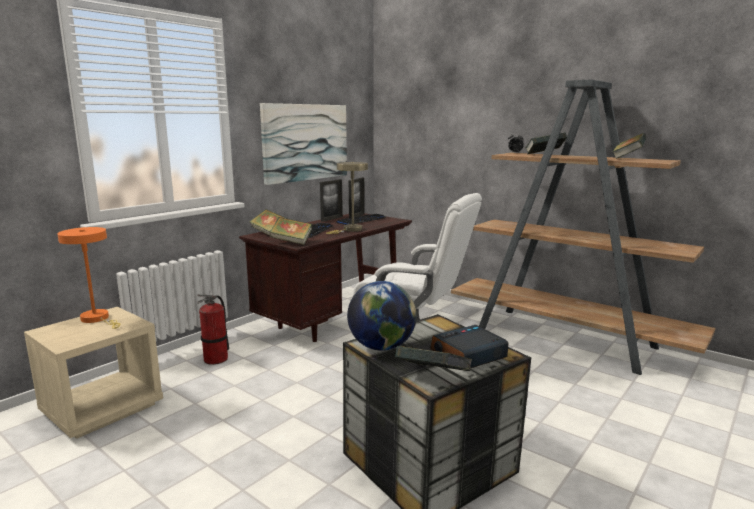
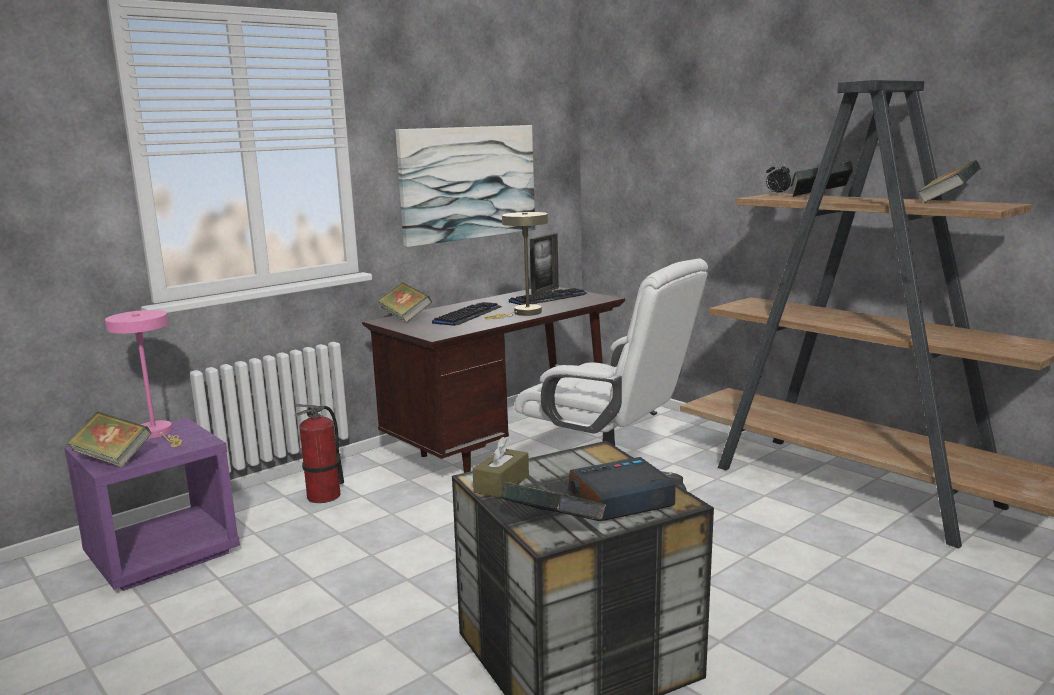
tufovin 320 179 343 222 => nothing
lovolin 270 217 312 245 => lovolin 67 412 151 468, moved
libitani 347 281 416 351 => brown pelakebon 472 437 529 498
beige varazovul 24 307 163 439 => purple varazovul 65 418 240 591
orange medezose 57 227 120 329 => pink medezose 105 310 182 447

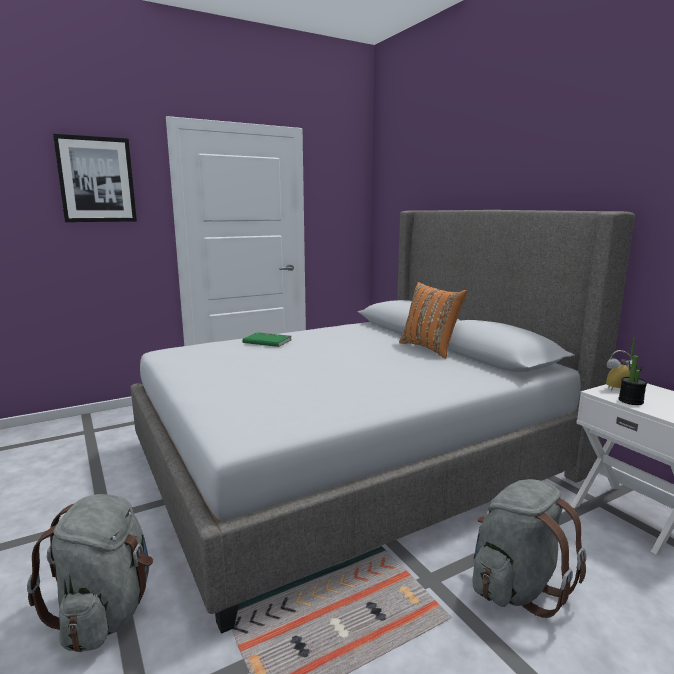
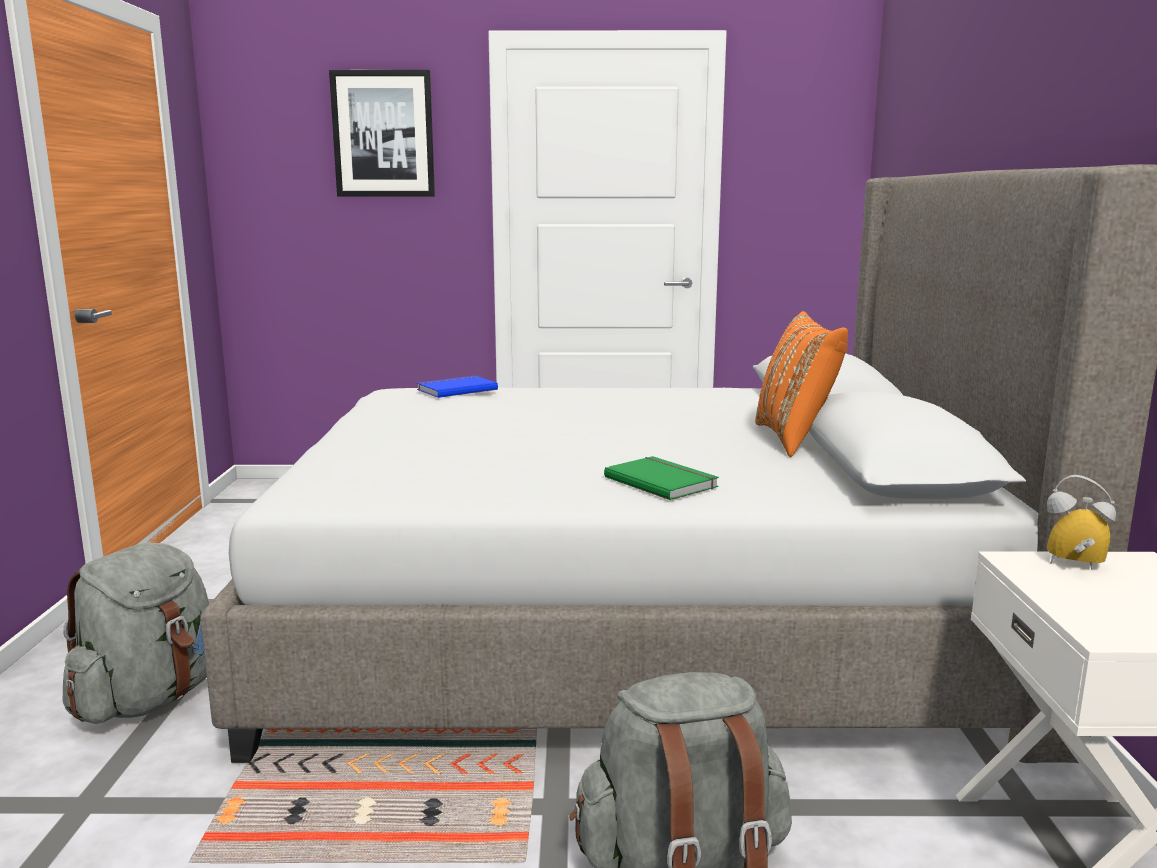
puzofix 619 338 647 405 => nothing
nothing => blue lovolin 417 376 498 398
green lovolin 243 332 292 347 => green lovolin 604 456 719 500, moved

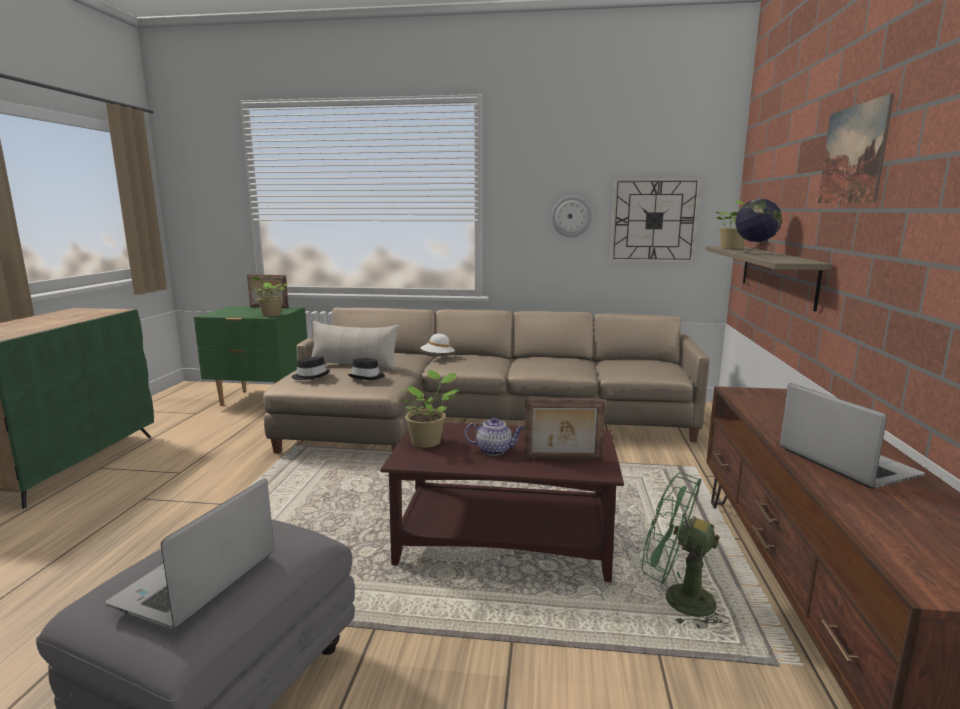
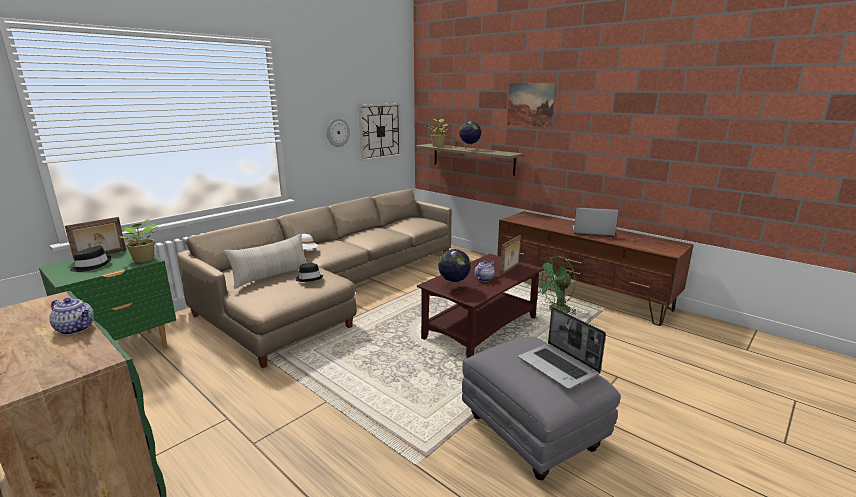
nothing => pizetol 49 298 94 335
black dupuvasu 292 356 330 380 => black dupuvasu 70 246 111 272, moved
puzofix 401 370 459 448 => libitani 438 249 471 292

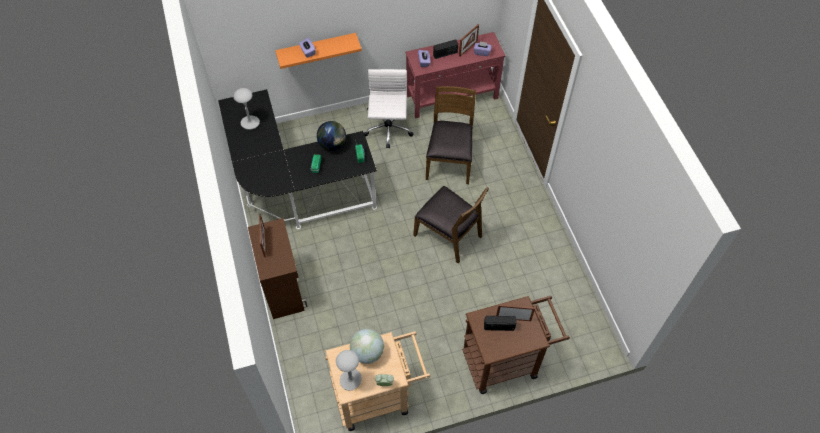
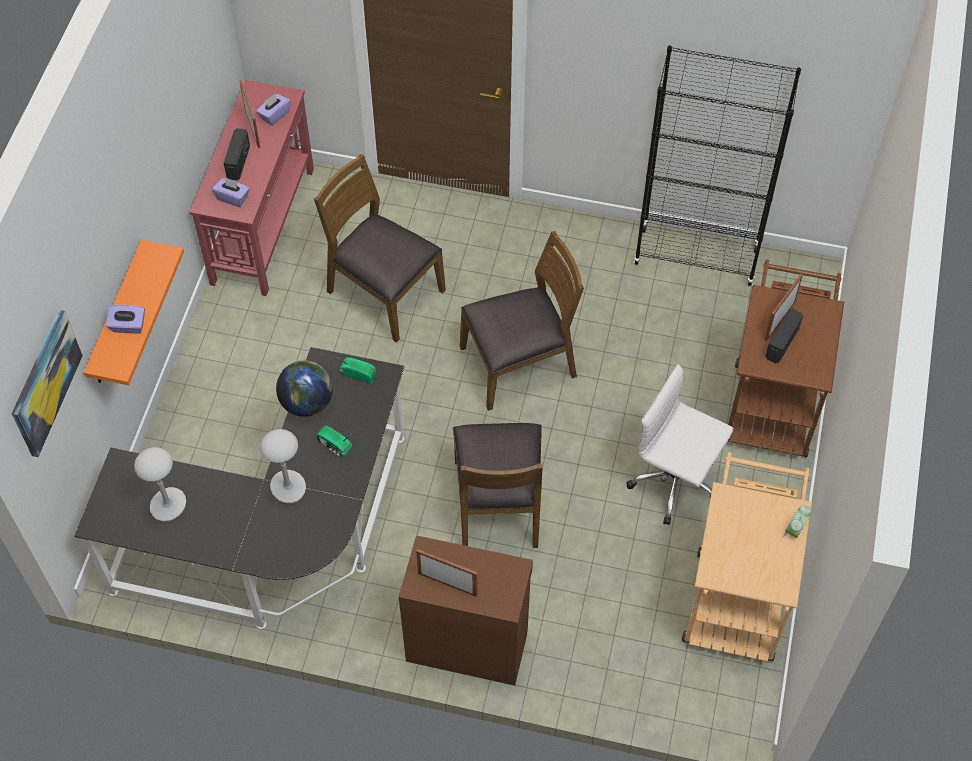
libitani 350 329 384 364 => nothing
nothing => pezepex 12 310 83 457
nothing => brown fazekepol 453 423 543 548
nothing => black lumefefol 633 46 801 286
grey medezose 336 350 362 391 => grey medezose 260 429 306 504, moved
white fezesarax 364 69 414 148 => white fezesarax 626 364 733 525, moved

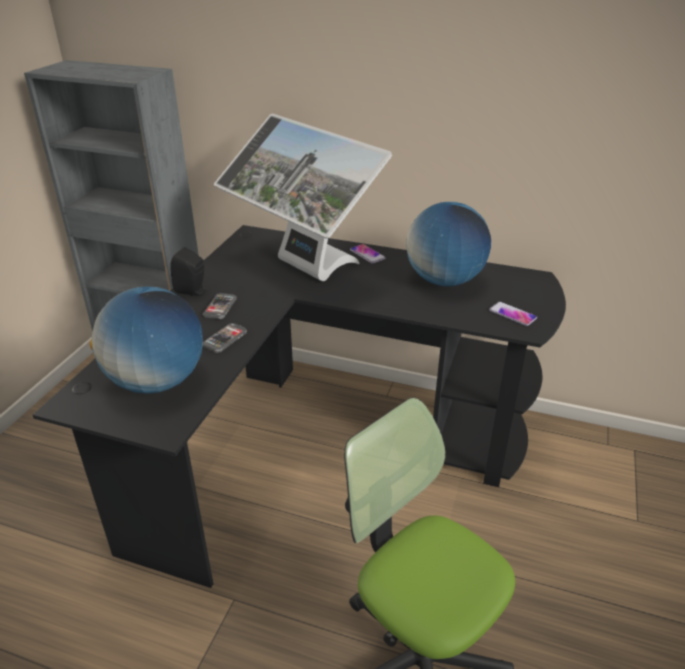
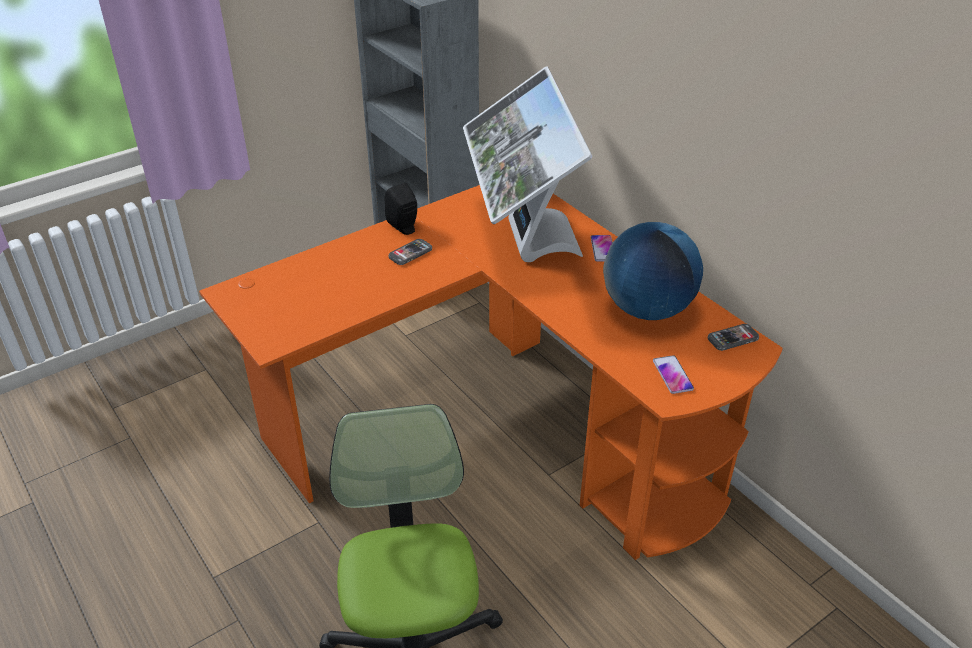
libitani 89 287 203 394 => nothing
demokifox 203 323 247 353 => demokifox 708 324 759 351, moved
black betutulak 33 225 566 588 => orange betutulak 199 185 783 560

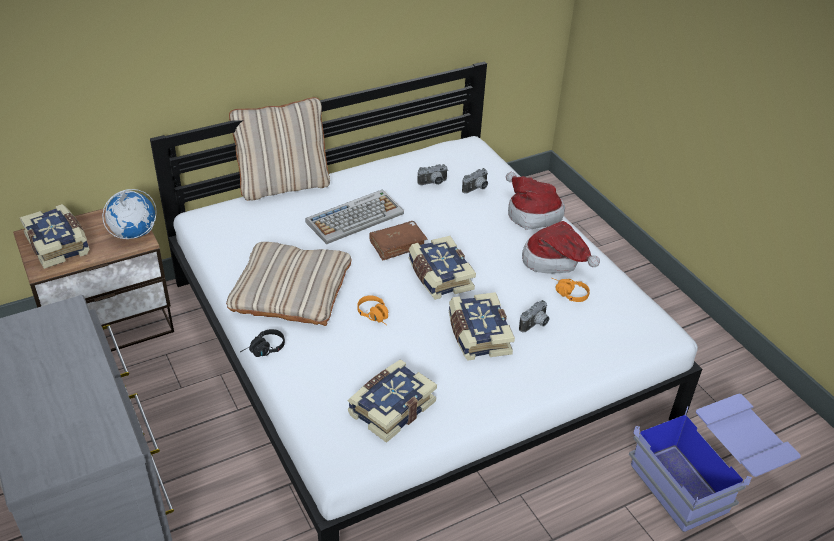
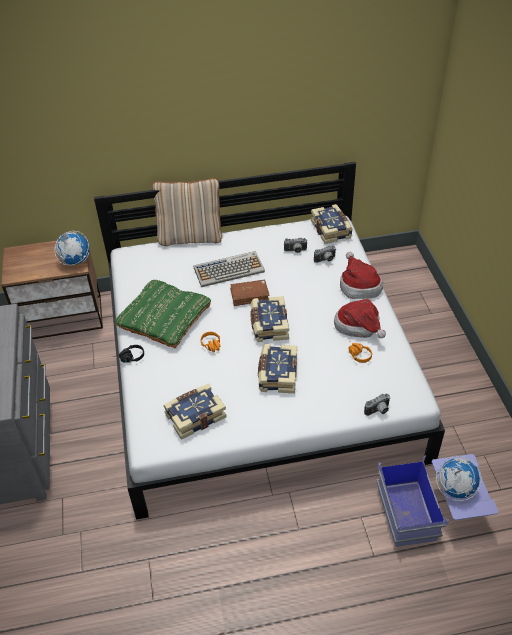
nothing => libitani 436 456 482 501
lovolin 20 204 89 269 => lovolin 311 204 353 244, moved
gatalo 519 300 549 333 => gatalo 364 394 390 416, moved
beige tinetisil 226 242 352 326 => green tinetisil 115 280 211 349

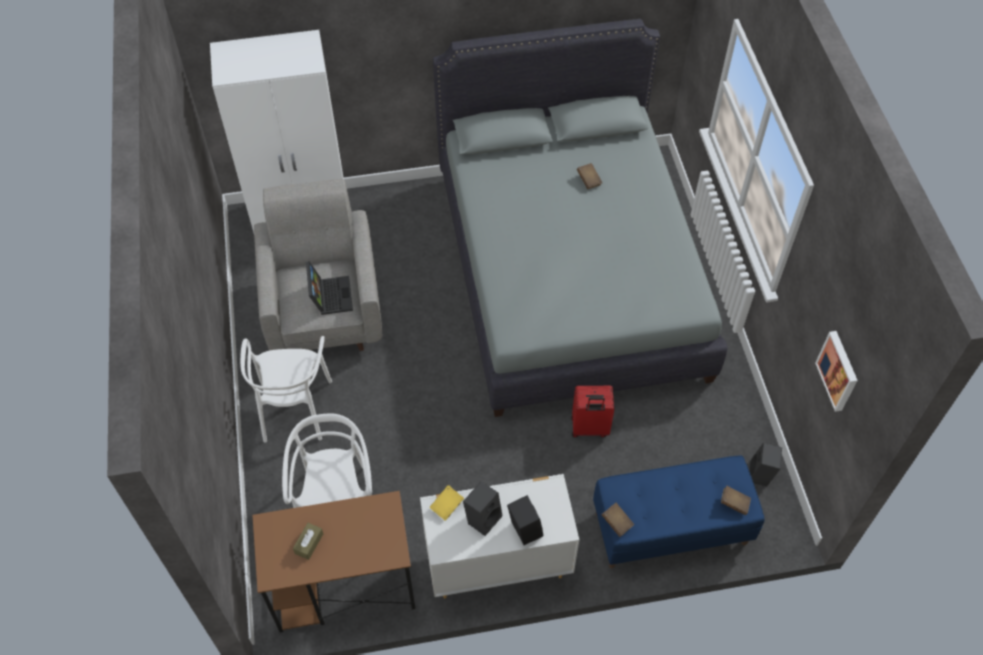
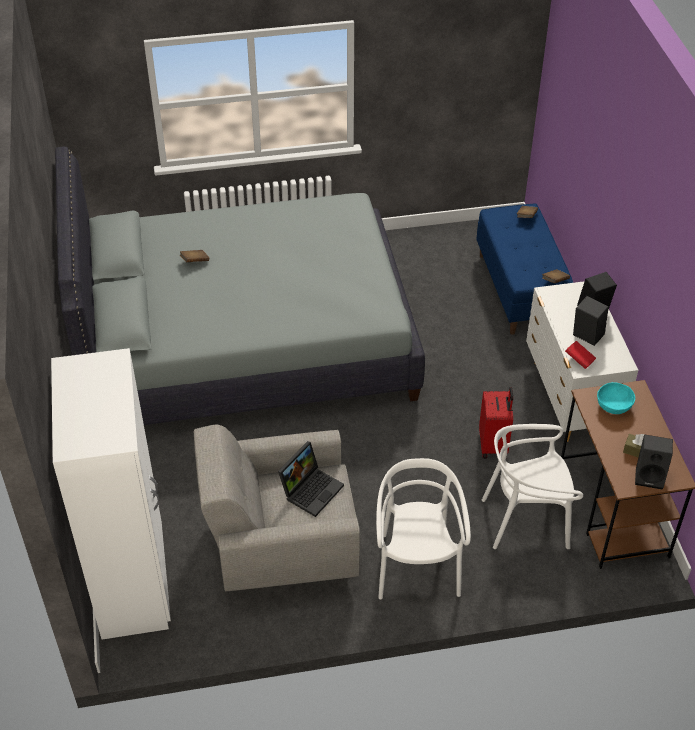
pezepex 815 331 858 412 => nothing
nothing => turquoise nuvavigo 597 382 635 414
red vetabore 571 386 614 437 => red vetabore 479 387 513 459, moved
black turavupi 749 443 782 486 => black turavupi 635 434 673 489, moved
yellow lovolin 429 485 464 521 => red lovolin 565 341 596 369
white fazekepol 240 336 332 442 => white fazekepol 376 458 471 600, 90 degrees counterclockwise
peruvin 306 261 353 315 => peruvin 278 441 344 517, 135 degrees clockwise

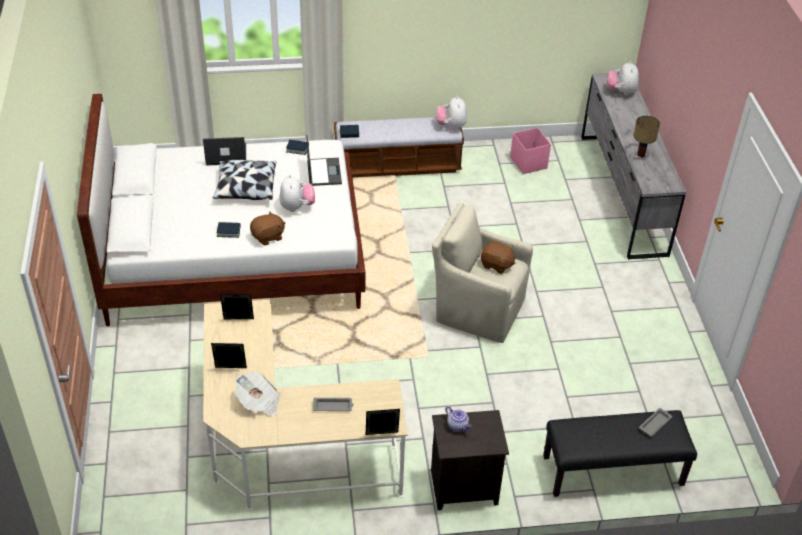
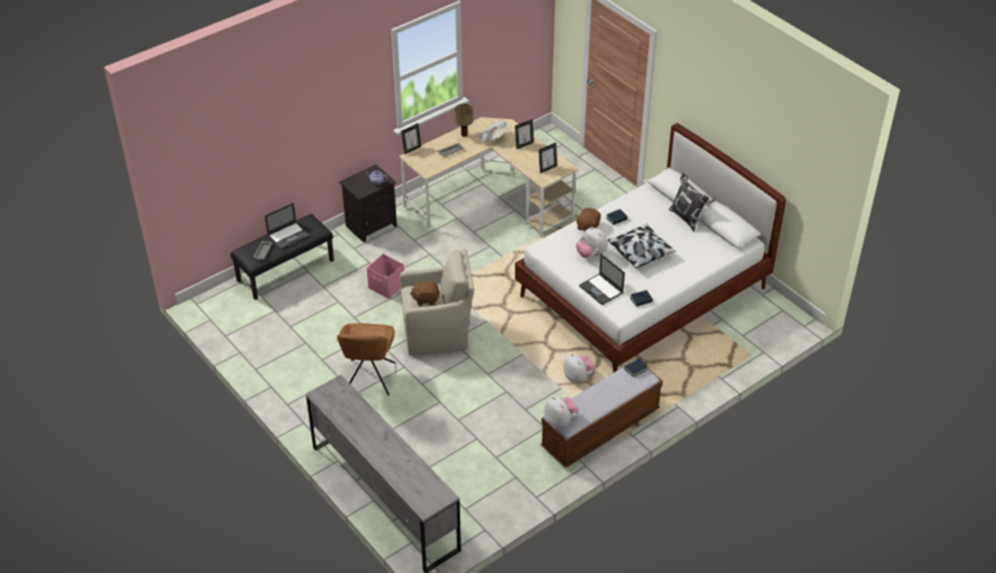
nothing => brown fazekepol 337 323 396 396
nothing => tinetisil 669 173 709 232
peruvin 203 137 246 166 => peruvin 265 202 309 250, moved
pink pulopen 510 128 551 174 => pink pulopen 367 254 404 299, moved
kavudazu 607 61 639 95 => kavudazu 563 354 595 383, moved
medezose 633 116 660 157 => medezose 455 104 473 137, moved

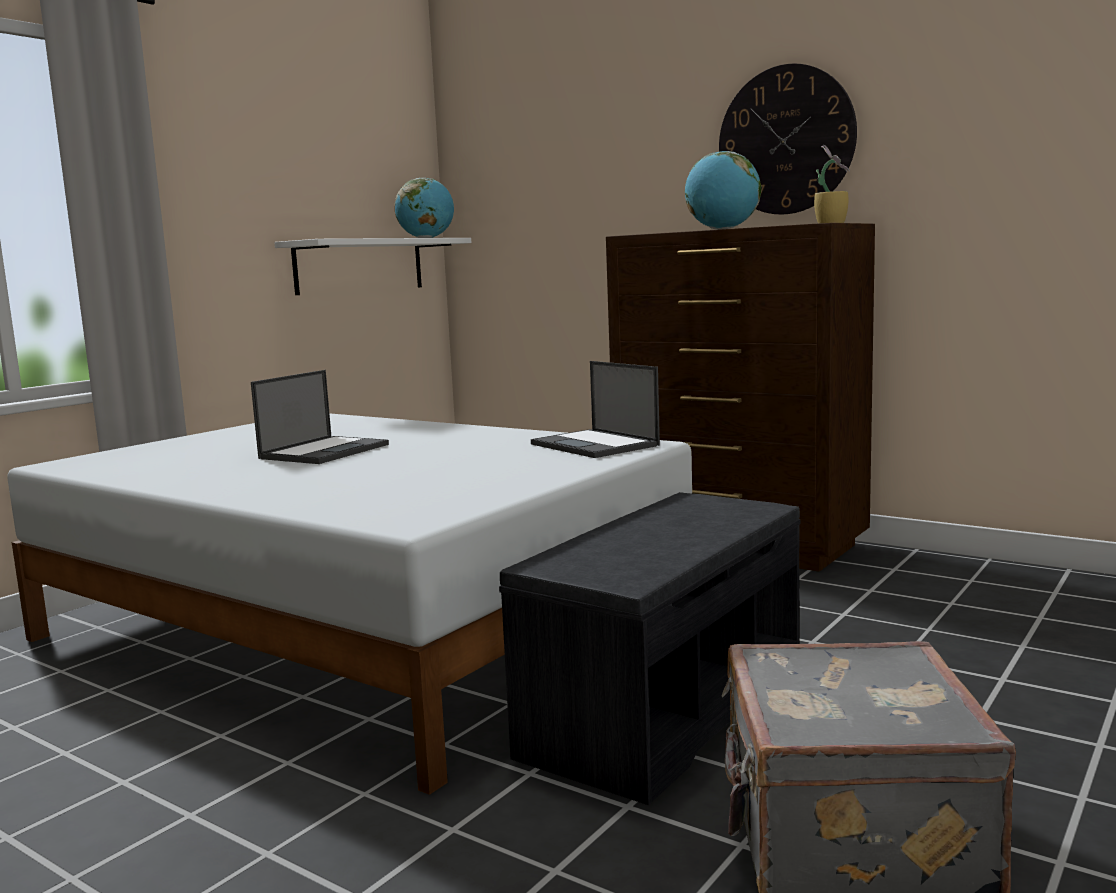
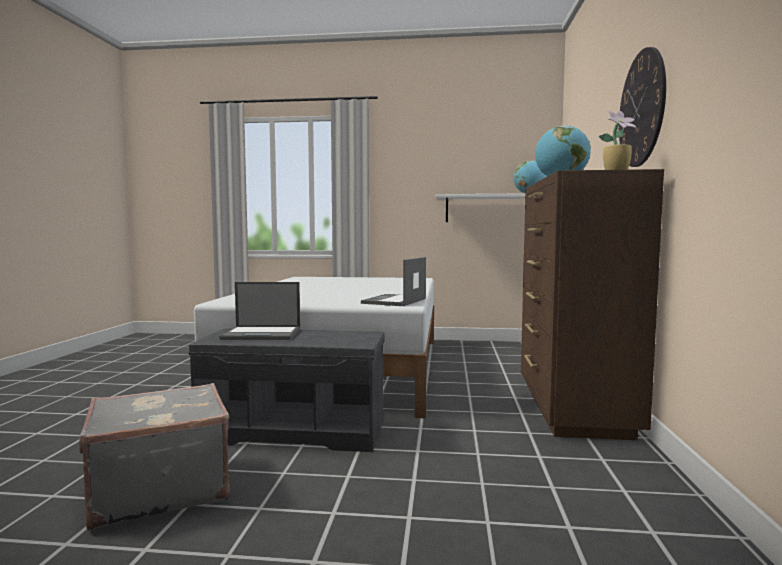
peruvin 251 370 389 464 => peruvin 219 282 300 340, moved

